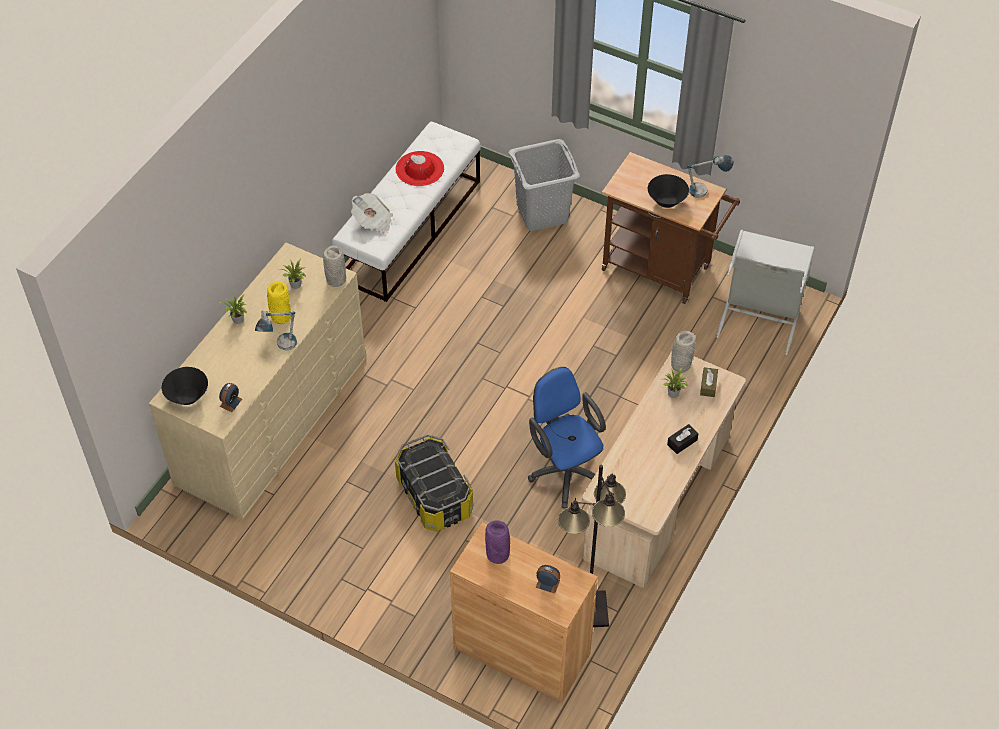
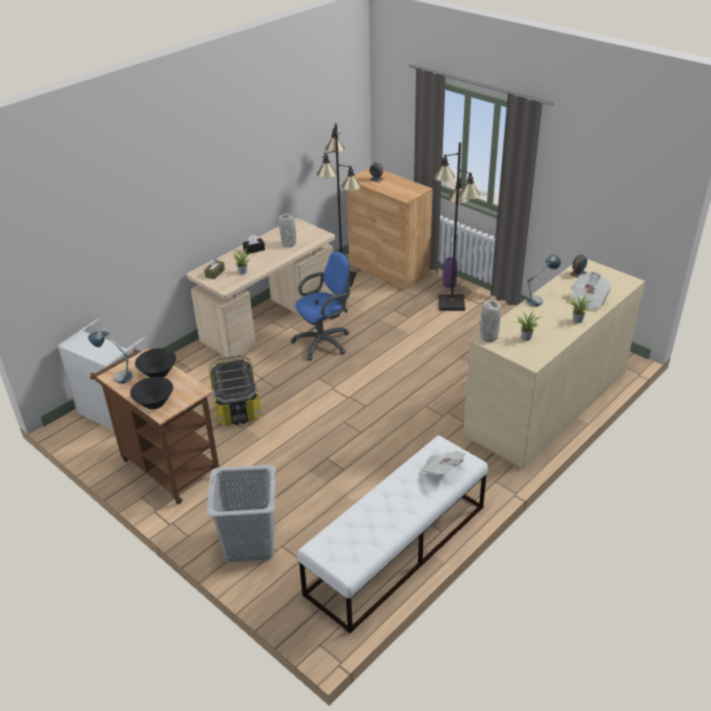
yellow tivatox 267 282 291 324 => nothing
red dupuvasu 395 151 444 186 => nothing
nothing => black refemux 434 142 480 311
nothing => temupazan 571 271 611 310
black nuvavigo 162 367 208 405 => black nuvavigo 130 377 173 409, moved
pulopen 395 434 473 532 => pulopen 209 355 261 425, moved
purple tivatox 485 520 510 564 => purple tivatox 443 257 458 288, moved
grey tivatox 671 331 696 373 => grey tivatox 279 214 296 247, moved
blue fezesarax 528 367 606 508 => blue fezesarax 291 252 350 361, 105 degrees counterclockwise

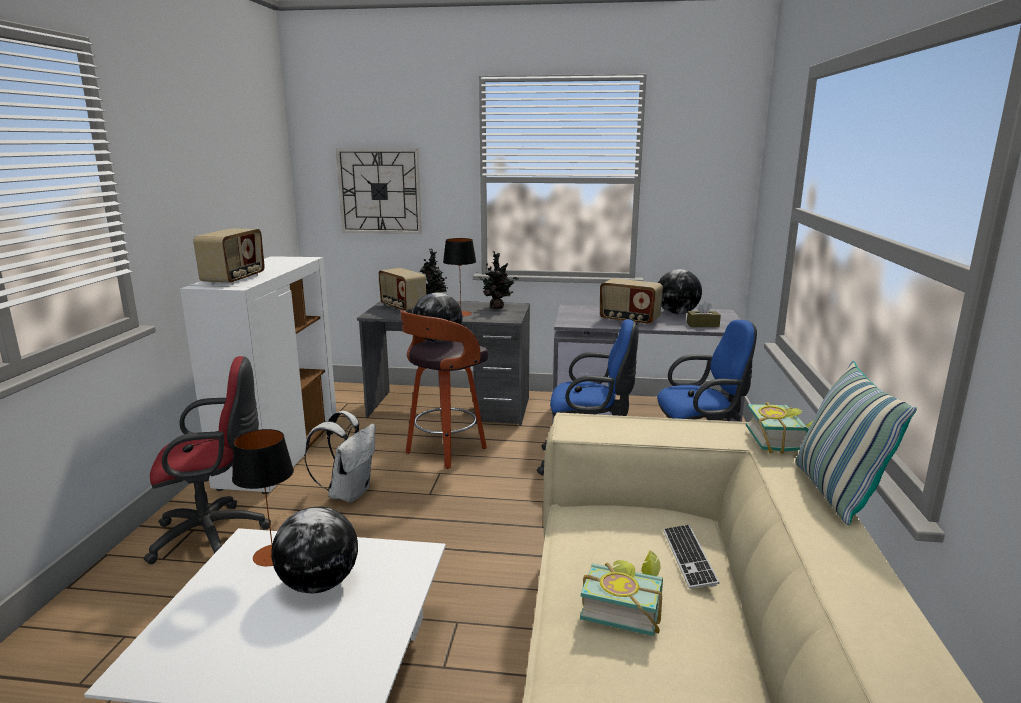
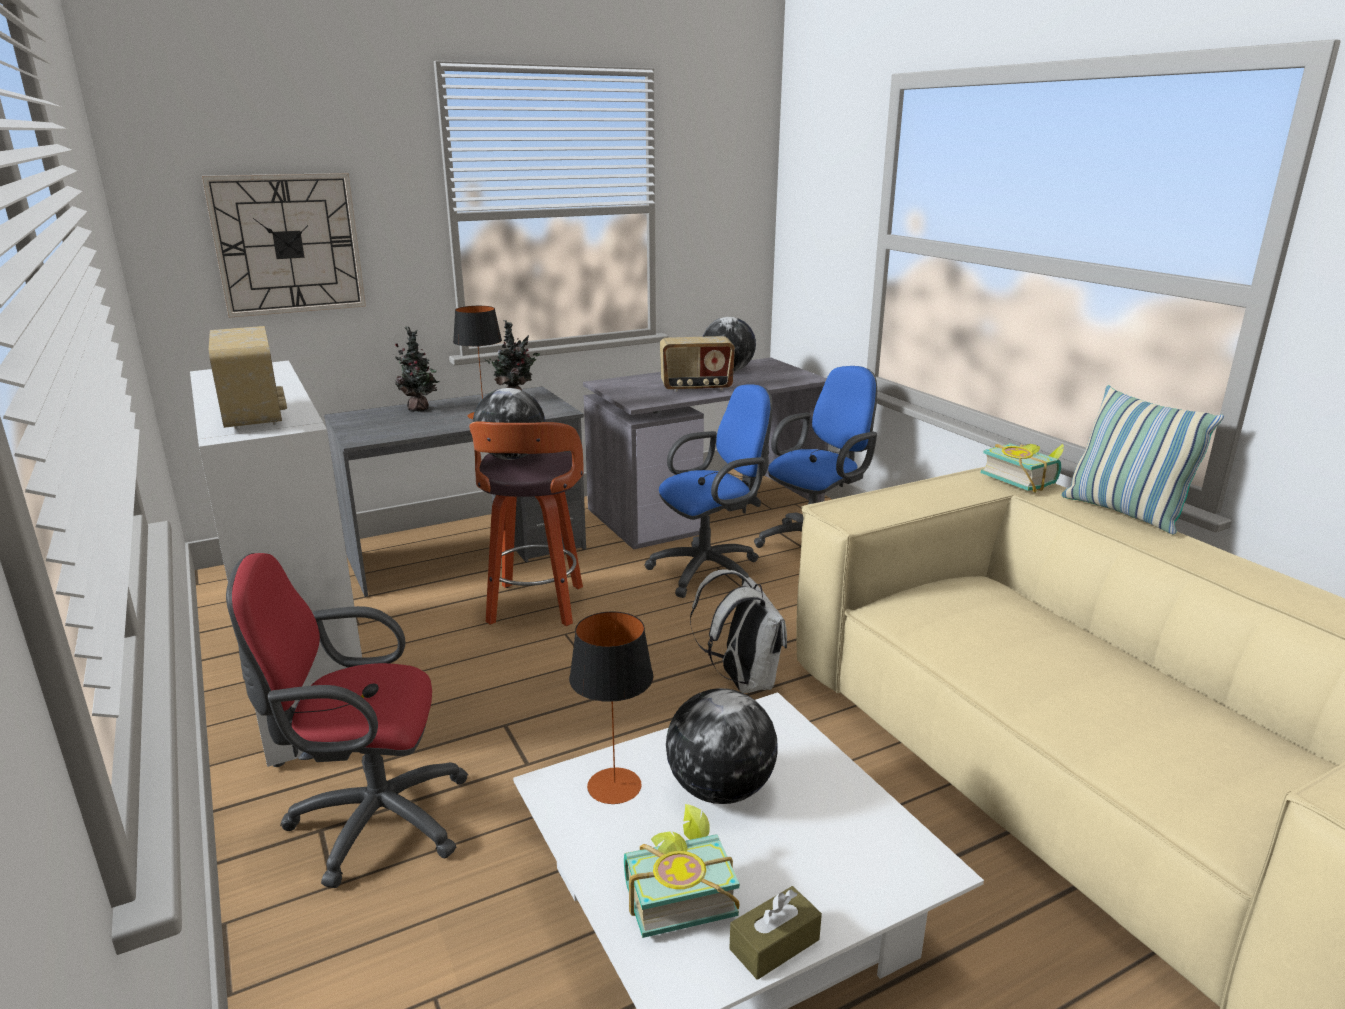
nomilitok 379 268 426 312 => nothing
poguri 663 525 720 589 => nothing
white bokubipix 304 411 375 503 => white bokubipix 690 569 787 693, moved
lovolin 580 550 663 636 => lovolin 624 804 740 938, moved
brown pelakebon 687 301 721 327 => brown pelakebon 729 886 822 980, moved
red fezesarax 144 356 271 564 => red fezesarax 226 553 468 888, 135 degrees counterclockwise

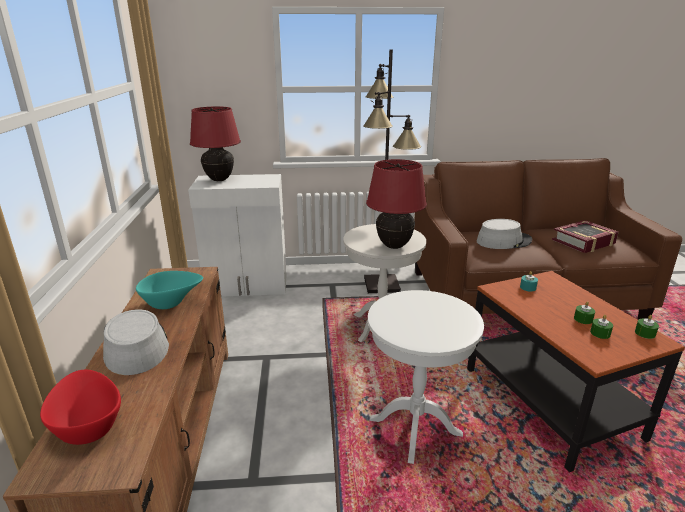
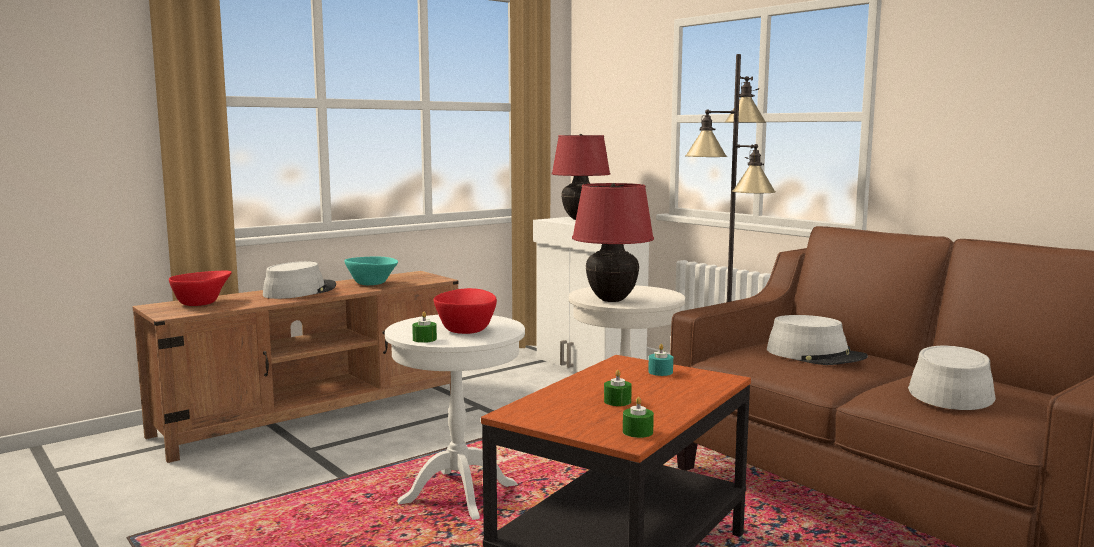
nothing => red nuvavigo 434 288 497 334
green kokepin 590 315 613 339 => green kokepin 412 312 437 343, moved
lovolin 552 220 618 253 => grey dupuvasu 908 346 996 410

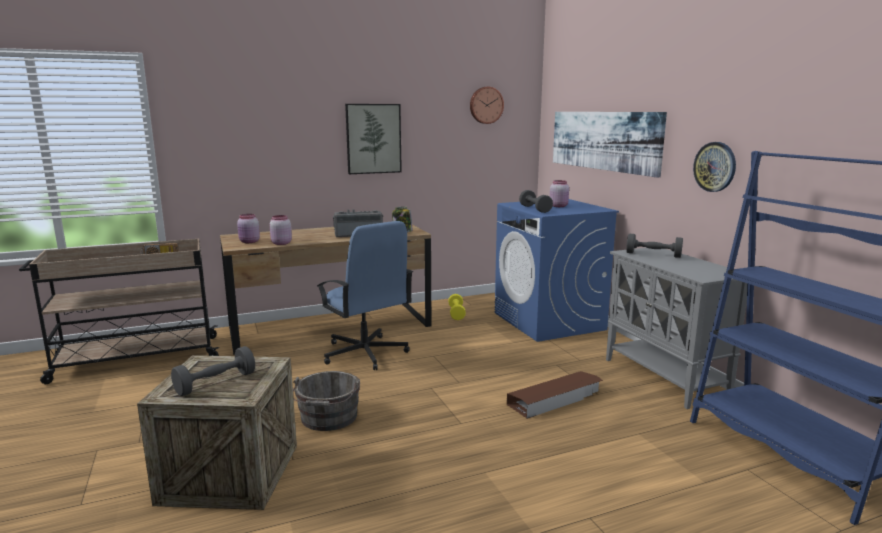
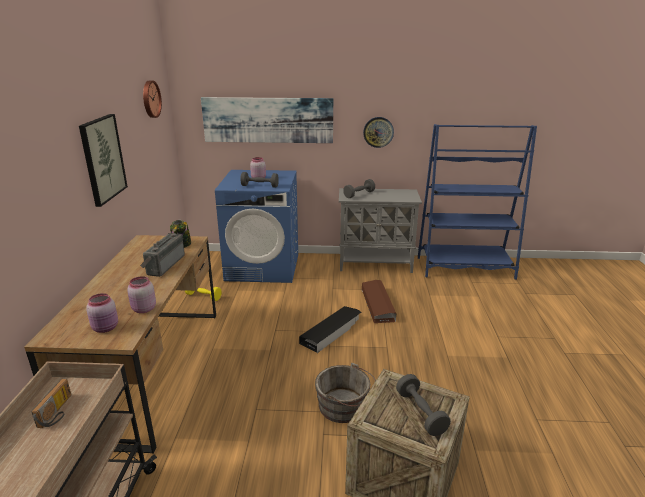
blue fezesarax 317 221 413 370 => nothing
nothing => black pulopen 299 306 361 353

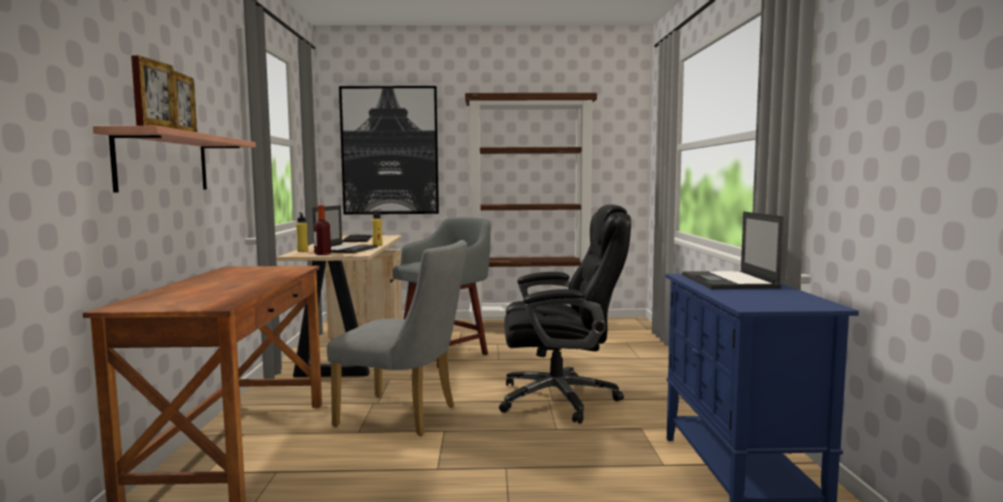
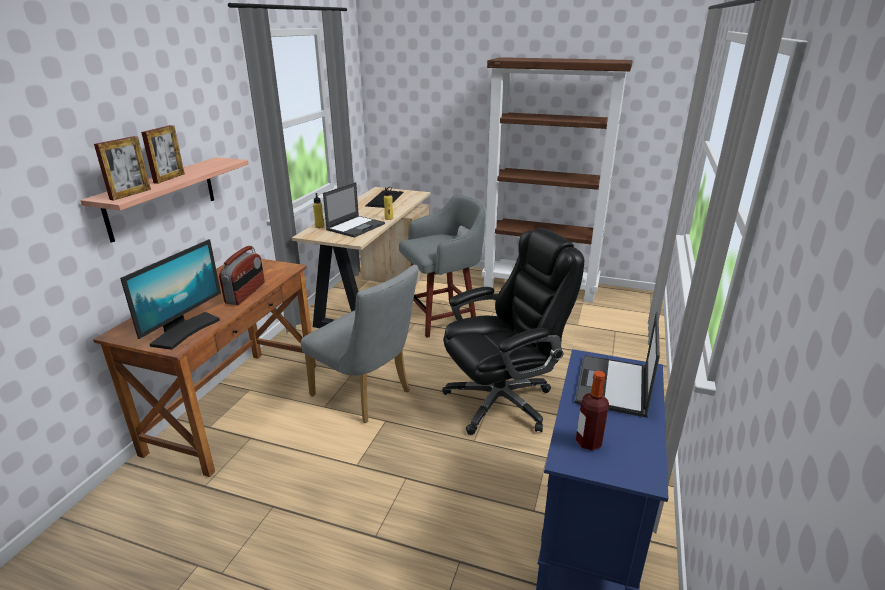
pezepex 339 86 439 214 => nothing
nothing => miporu 120 239 221 350
nothing => nomilitok 219 246 265 305
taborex 314 205 331 255 => taborex 576 371 609 451, moved
black fezesarax 499 204 631 424 => black fezesarax 442 228 584 435, 45 degrees counterclockwise

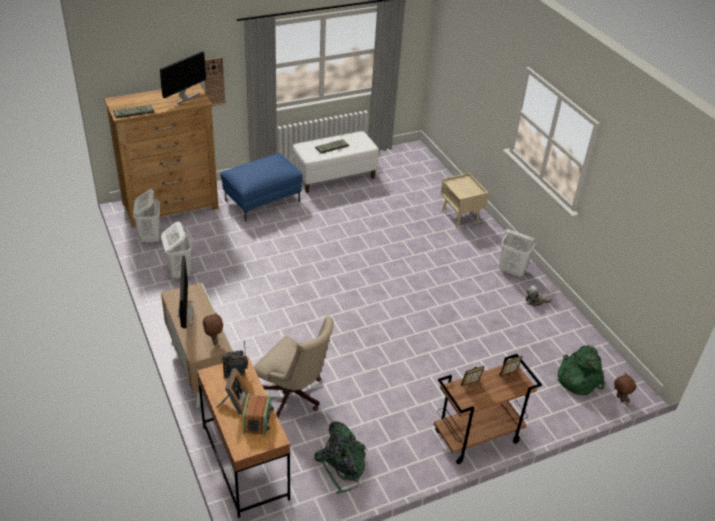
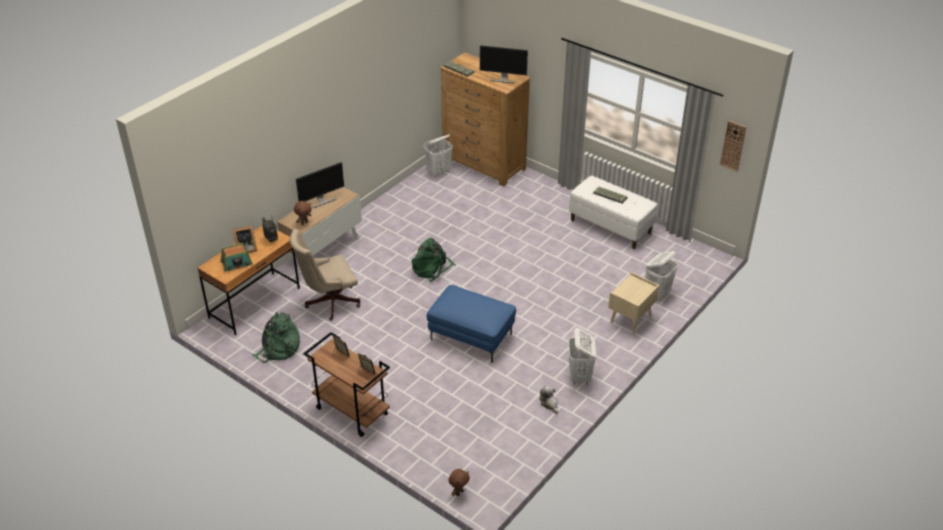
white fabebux 161 222 192 279 => white fabebux 645 251 678 300, moved
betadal 205 57 225 106 => betadal 720 120 746 171, moved
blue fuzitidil 221 153 303 222 => blue fuzitidil 426 285 516 362, moved
green bokubipix 557 345 605 395 => green bokubipix 412 238 456 282, moved
beige fezesarax 253 316 334 417 => beige fezesarax 290 229 361 321, 60 degrees clockwise

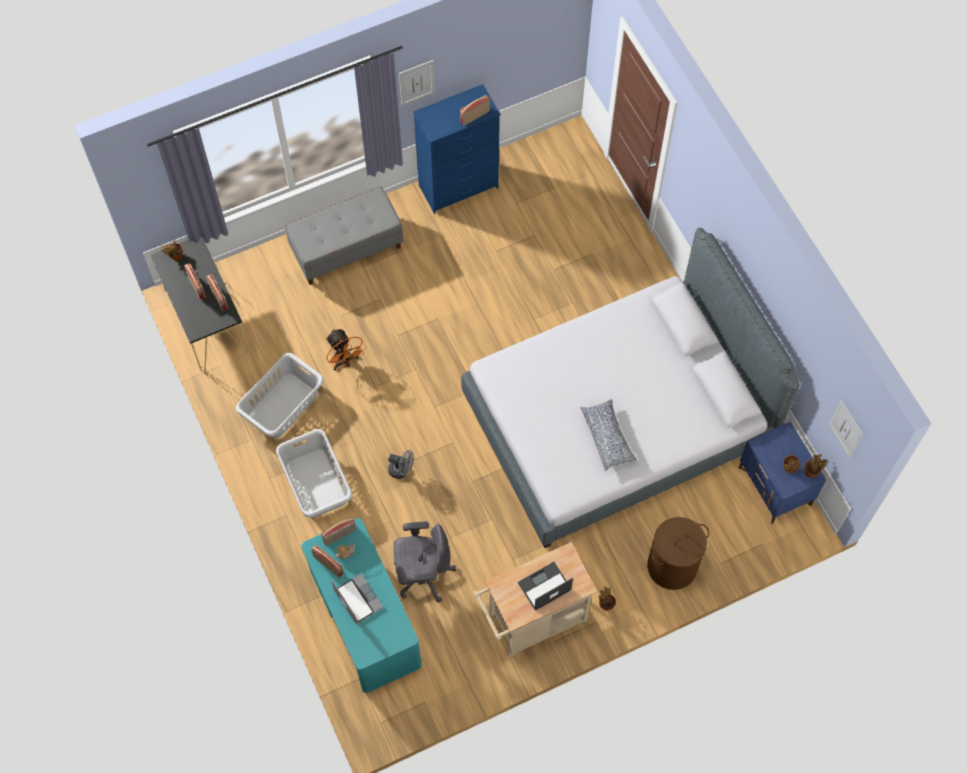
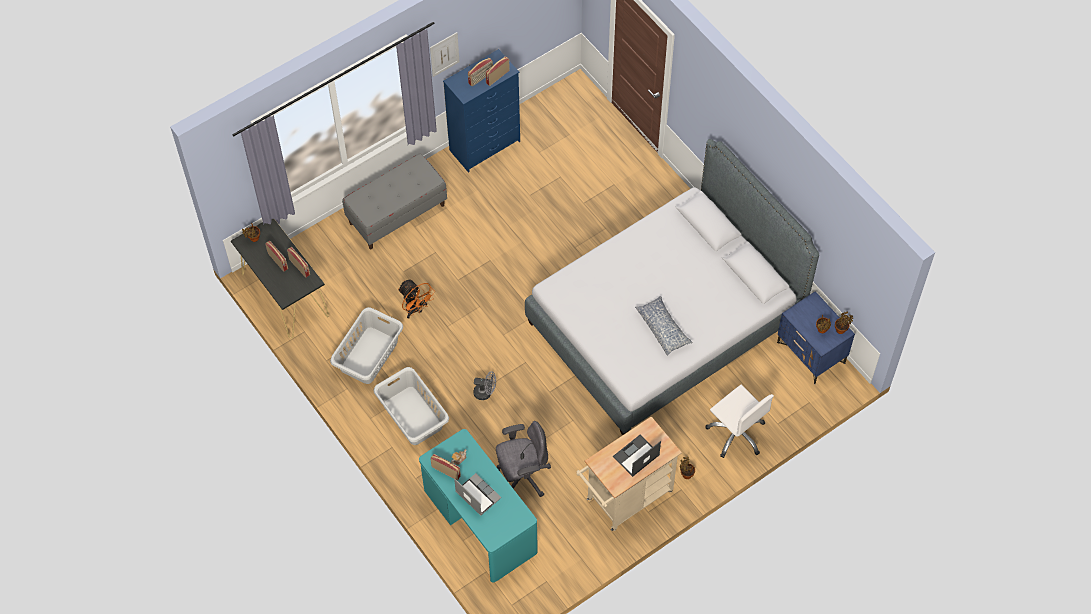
pezepex 829 400 863 458 => nothing
nomilitok 321 517 357 546 => nomilitok 468 58 493 86, moved
brown fabebux 647 517 709 590 => white fezesarax 705 385 774 458

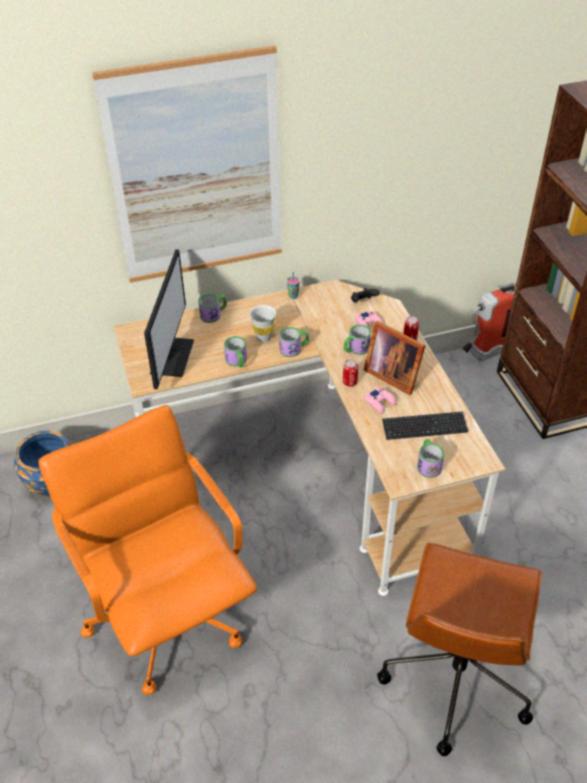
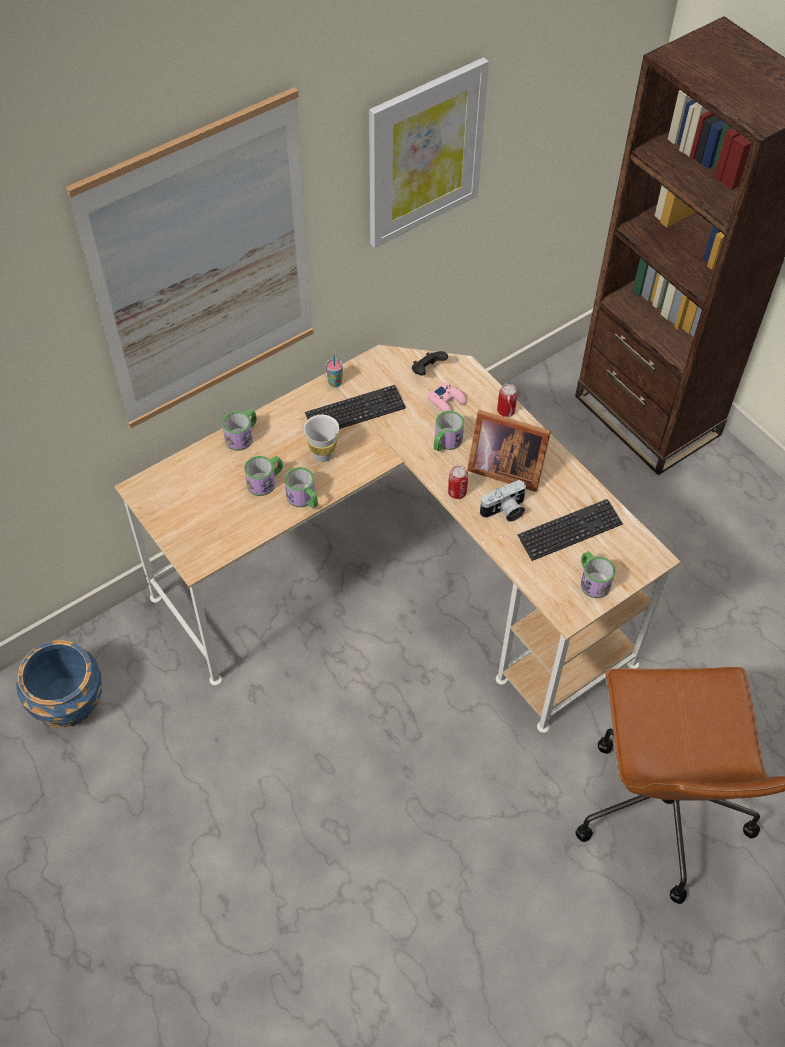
orange fezesarax 38 405 257 695 => nothing
miporu 144 249 194 389 => nothing
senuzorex 462 282 515 361 => nothing
nothing => poguri 305 385 406 429
nothing => pezepex 369 57 489 248
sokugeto 279 327 309 357 => sokugeto 244 456 283 496, moved
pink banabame 365 387 396 414 => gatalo 480 480 526 522

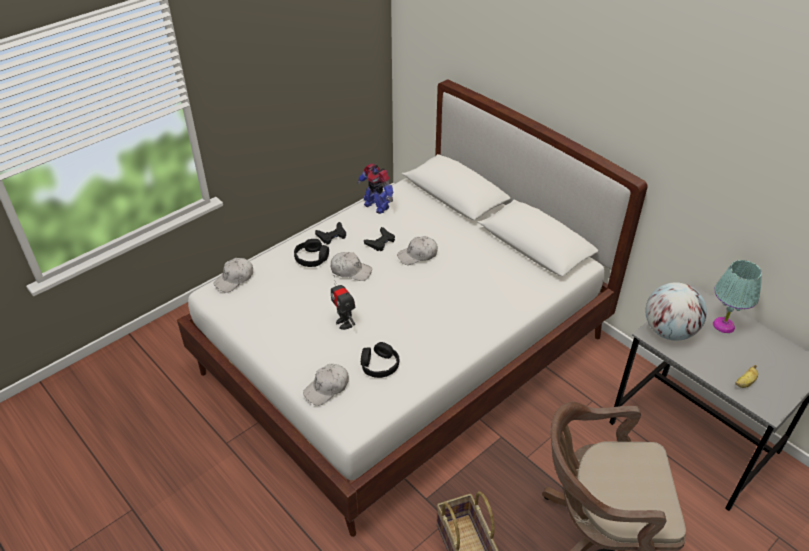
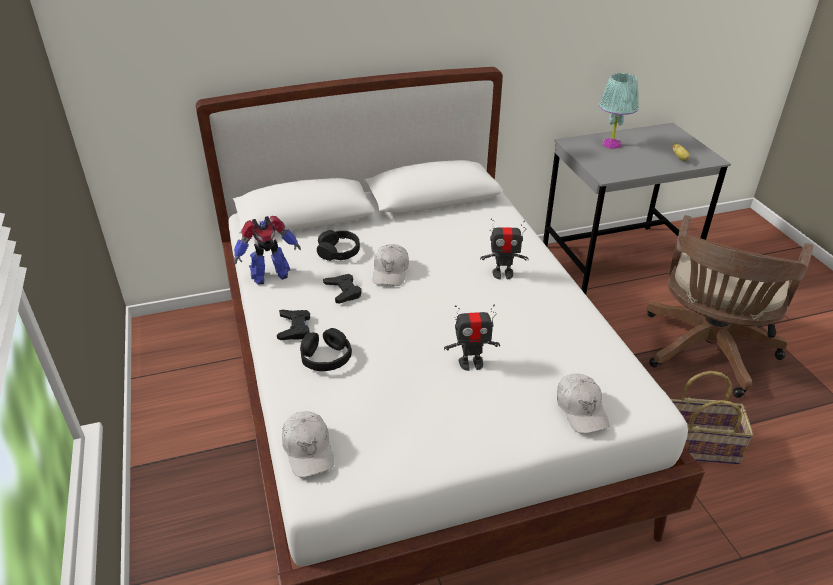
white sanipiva 331 252 372 281 => nothing
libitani 646 282 707 341 => nothing
nothing => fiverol 480 218 529 280
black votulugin 361 342 400 378 => black votulugin 317 230 360 261, moved

